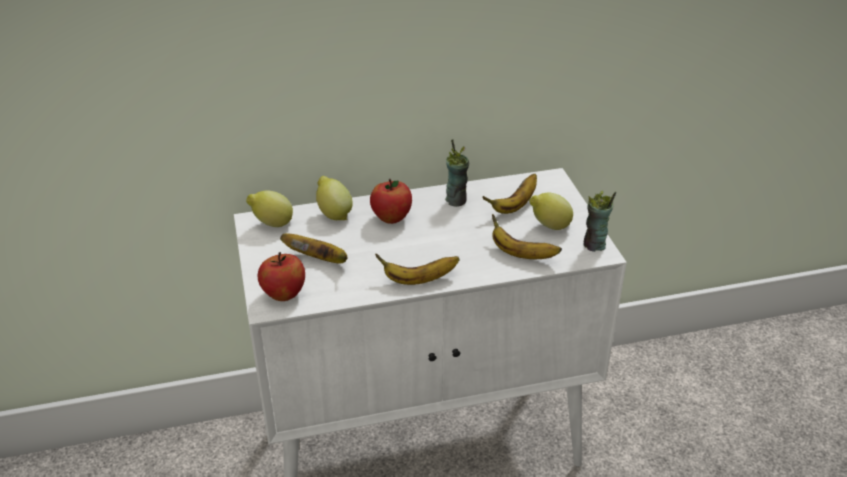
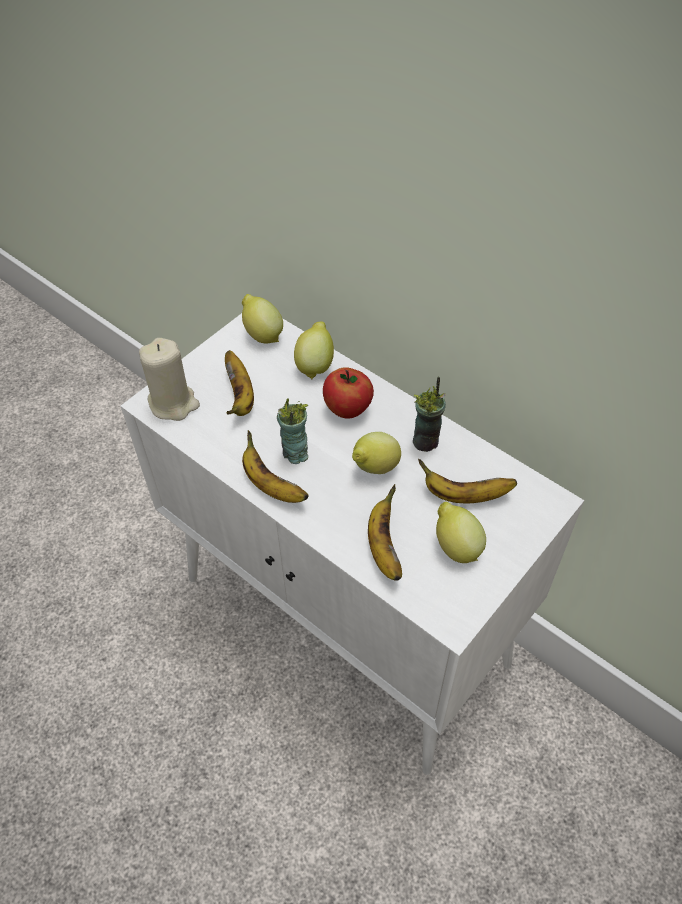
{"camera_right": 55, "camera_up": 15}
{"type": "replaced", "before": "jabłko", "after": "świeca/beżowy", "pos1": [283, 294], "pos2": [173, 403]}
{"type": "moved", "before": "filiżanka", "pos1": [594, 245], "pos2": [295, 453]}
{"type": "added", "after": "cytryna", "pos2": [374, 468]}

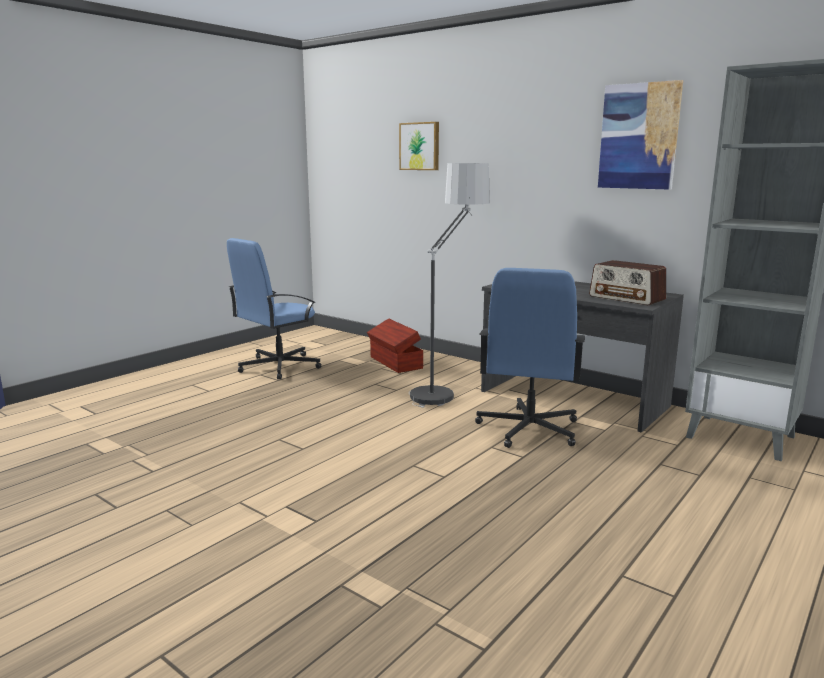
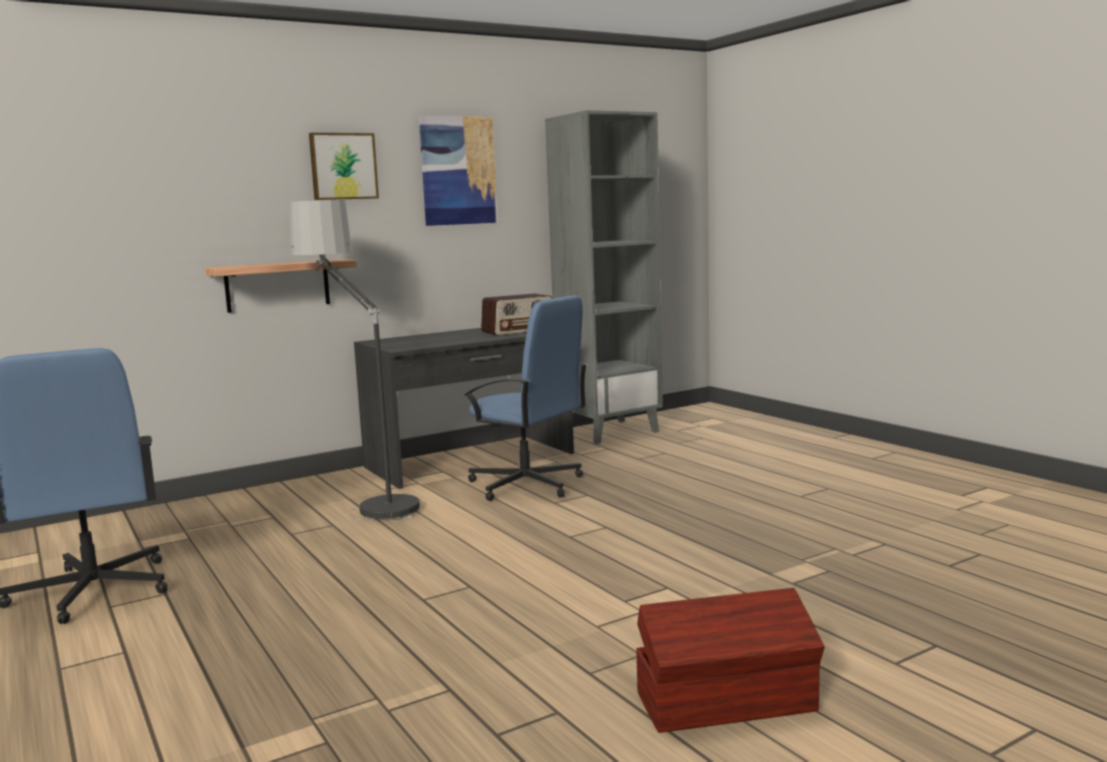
{"camera_right": -70, "camera_up": -5}
{"type": "added", "after": "półka", "pos2": [277, 285]}
{"type": "moved", "before": "obraz", "pos1": [420, 146], "pos2": [343, 166]}
{"type": "moved", "before": "pojemnik do przechowywania/brązowy", "pos1": [395, 363], "pos2": [728, 703]}

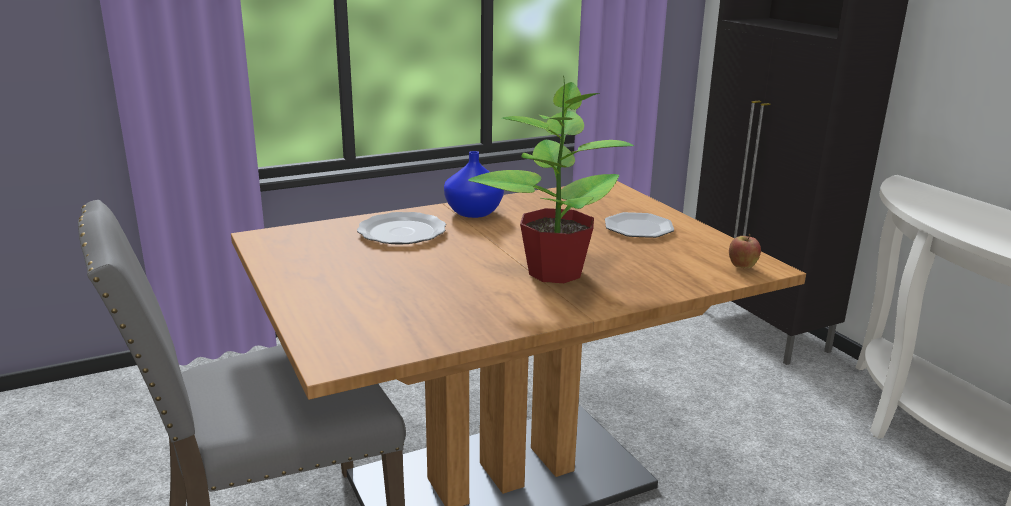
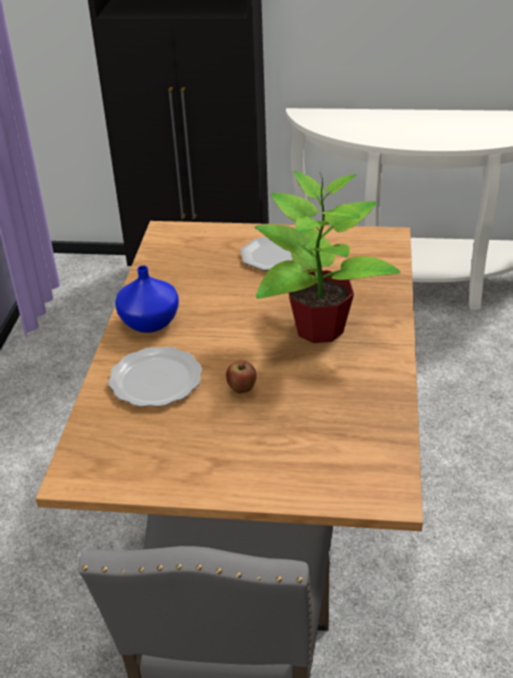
{"camera_right": -55, "camera_up": 15}
{"type": "moved", "before": "jabłko", "pos1": [742, 267], "pos2": [242, 390]}

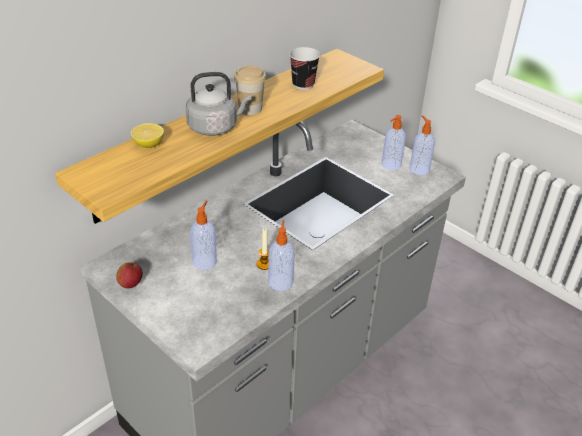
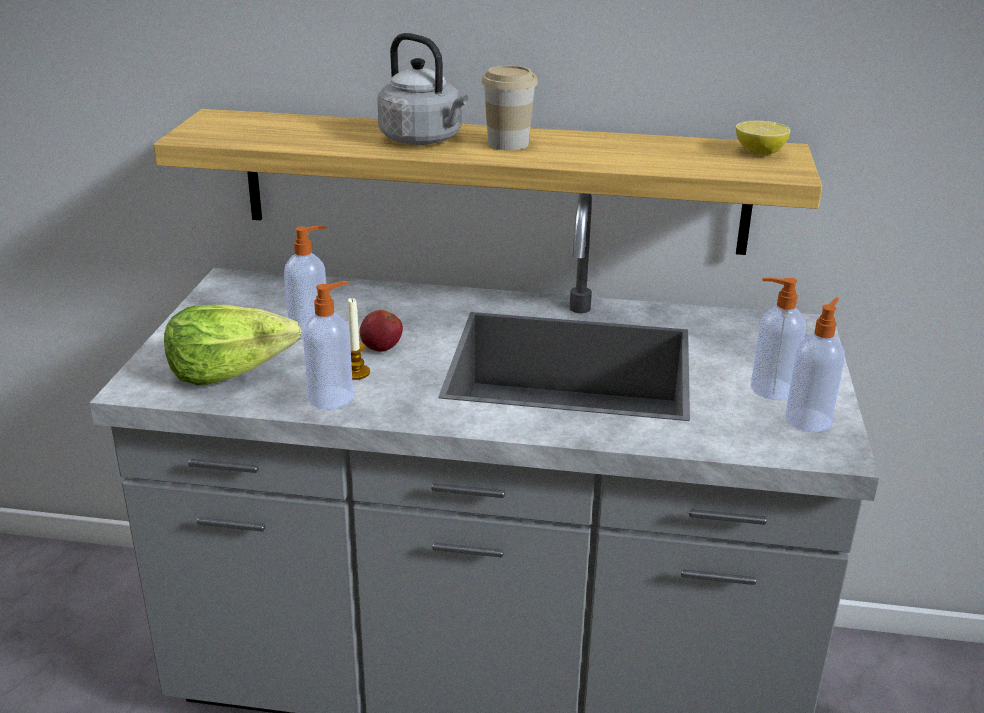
{"camera_right": 55, "camera_up": -10}
{"type": "added", "after": "sałata", "pos2": [229, 371]}
{"type": "moved", "before": "jabłko", "pos1": [131, 284], "pos2": [381, 348]}
{"type": "moved", "before": "cytryna", "pos1": [148, 145], "pos2": [759, 152]}
{"type": "removed", "before": "filiżanka", "pos1": [303, 84]}

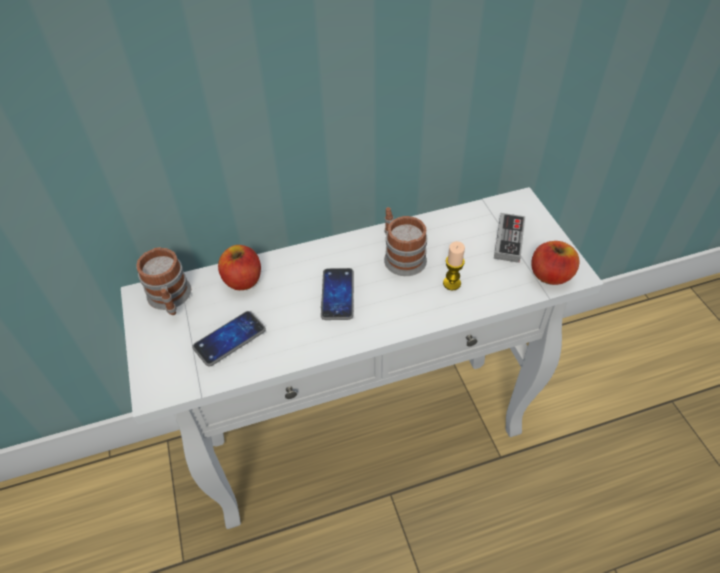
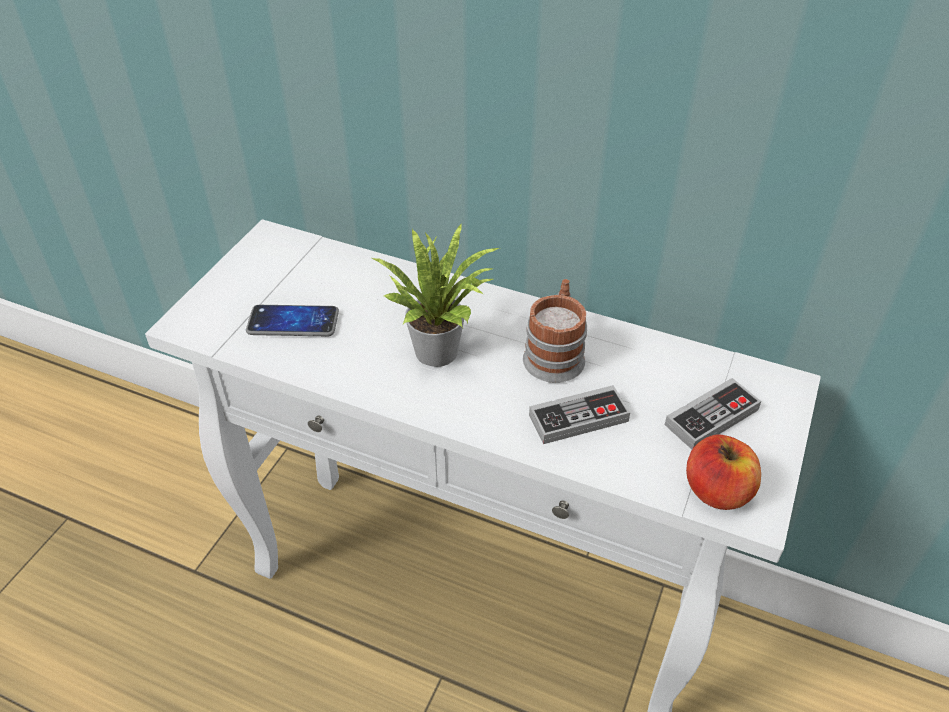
{"camera_right": 40, "camera_up": -5}
{"type": "replaced", "before": "telefon", "after": "roślina doniczkowa", "pos1": [337, 294], "pos2": [440, 348]}
{"type": "replaced", "before": "świeca", "after": "pad do gier", "pos1": [451, 283], "pos2": [578, 418]}
{"type": "removed", "before": "kubek", "pos1": [170, 299]}
{"type": "removed", "before": "jabłko", "pos1": [243, 280]}

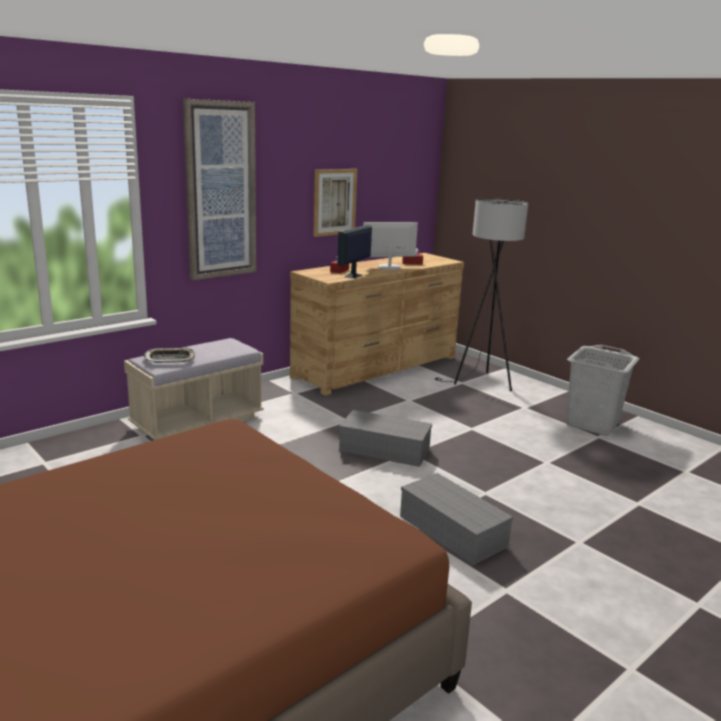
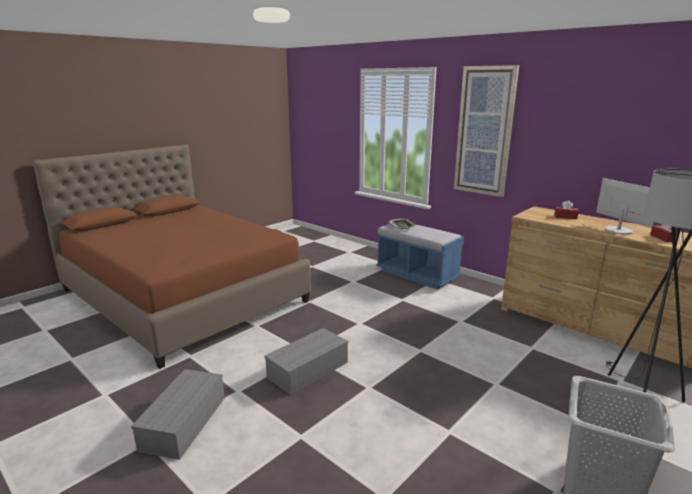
{"camera_right": 85, "camera_up": 0}
{"type": "moved", "before": "pojemnik do przechowywania/szary", "pos1": [386, 449], "pos2": [184, 424]}
{"type": "recoloured", "before": "ławka/beżowy", "after": "ławka/niebieski", "pos1": [197, 422], "pos2": [417, 275]}
{"type": "removed", "before": "obraz", "pos1": [334, 202]}
{"type": "removed", "before": "monitor", "pos1": [353, 276]}

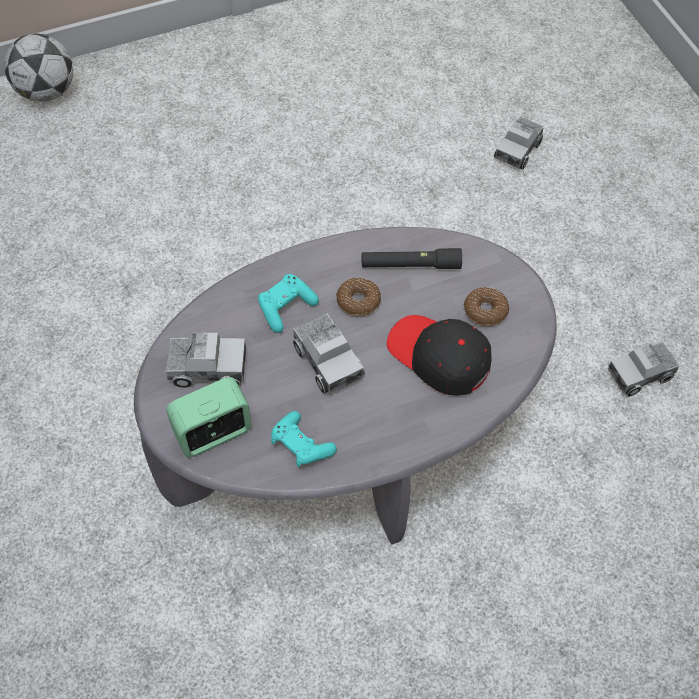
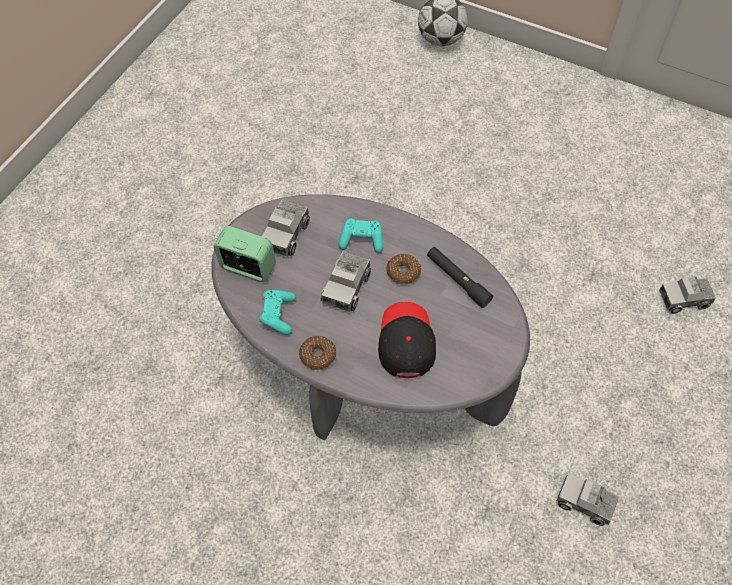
{"camera_right": 50, "camera_up": 0}
{"type": "turned", "before": "ciężarówka zabawkowa", "pos1": [208, 368], "pos2": [285, 234], "turn": 60}
{"type": "moved", "before": "donut", "pos1": [485, 311], "pos2": [318, 355]}

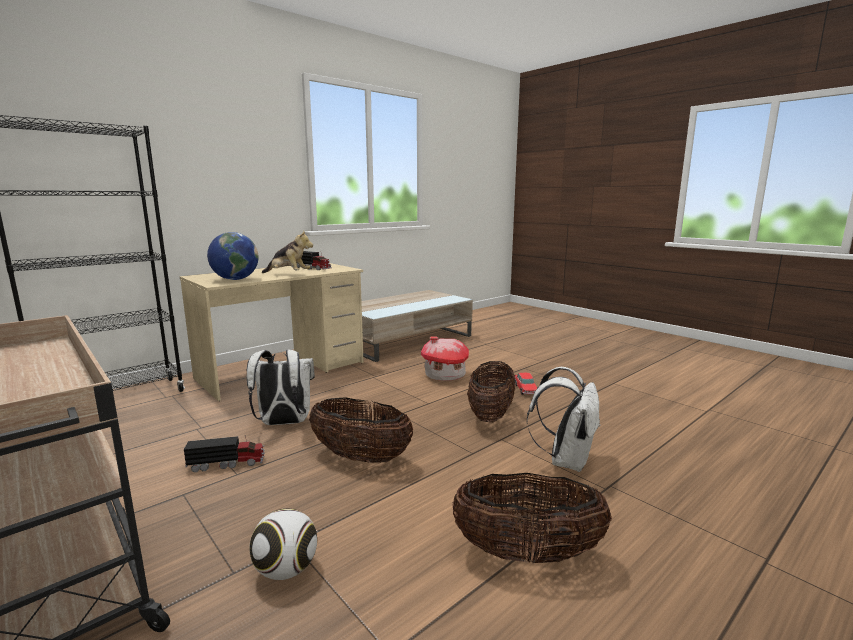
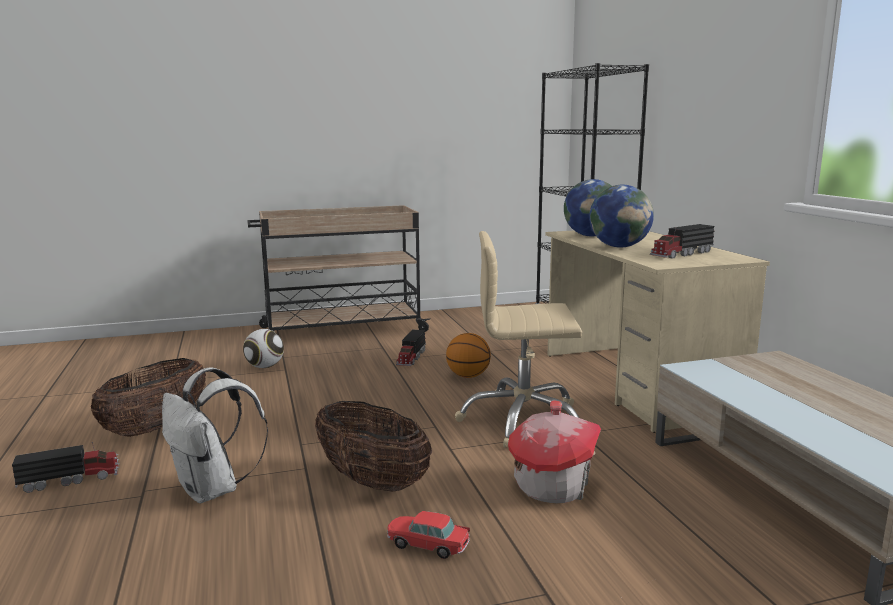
{"camera_right": 115, "camera_up": 0}
{"type": "added", "after": "ciężarówka zabawkowa", "pos2": [71, 479]}
{"type": "replaced", "before": "plecak/biały", "after": "piłka do koszykówki", "pos1": [283, 423], "pos2": [468, 376]}
{"type": "added", "after": "krzesło biurowe/beżowy", "pos2": [522, 420]}
{"type": "replaced", "before": "pluszak", "after": "globus", "pos1": [288, 274], "pos2": [619, 246]}
{"type": "removed", "before": "koszyk", "pos1": [361, 457]}

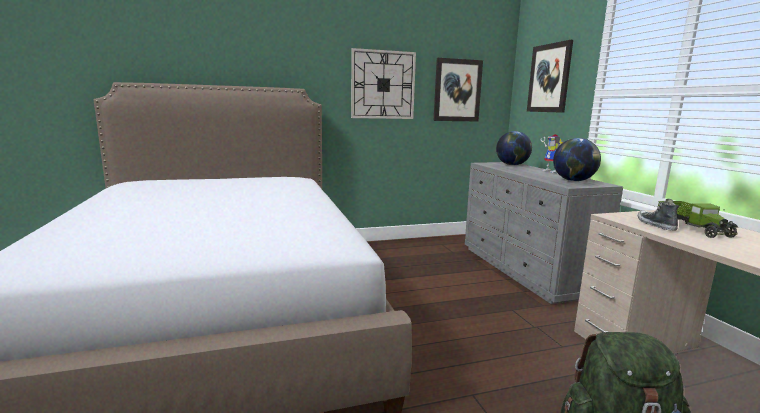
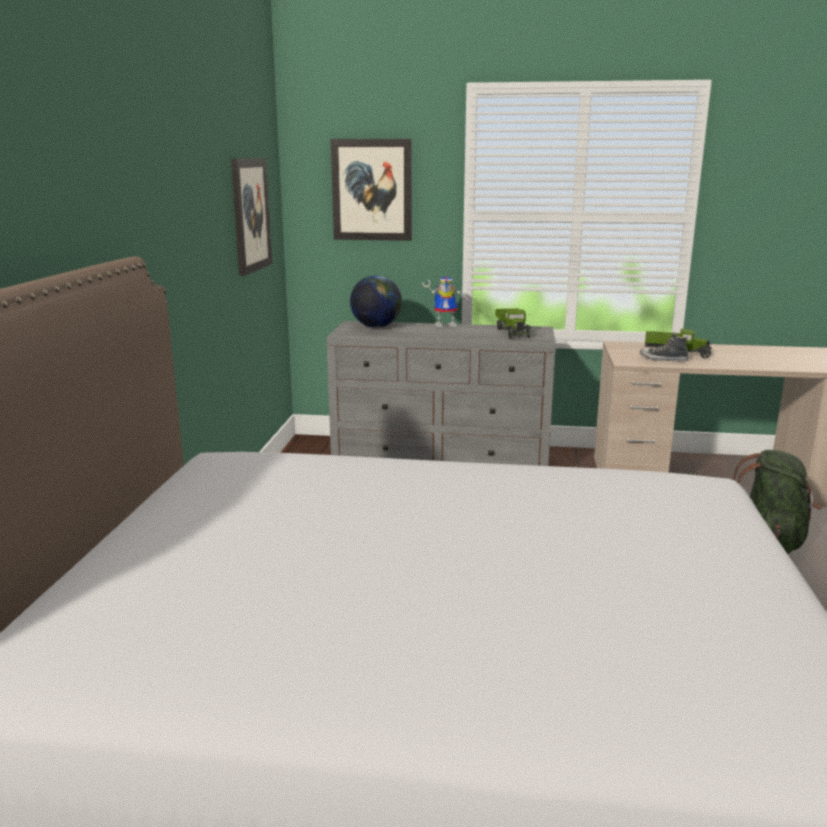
{"camera_right": -65, "camera_up": 5}
{"type": "replaced", "before": "globus", "after": "ciężarówka zabawkowa", "pos1": [574, 180], "pos2": [513, 332]}
{"type": "removed", "before": "zegar ścienny", "pos1": [383, 85]}

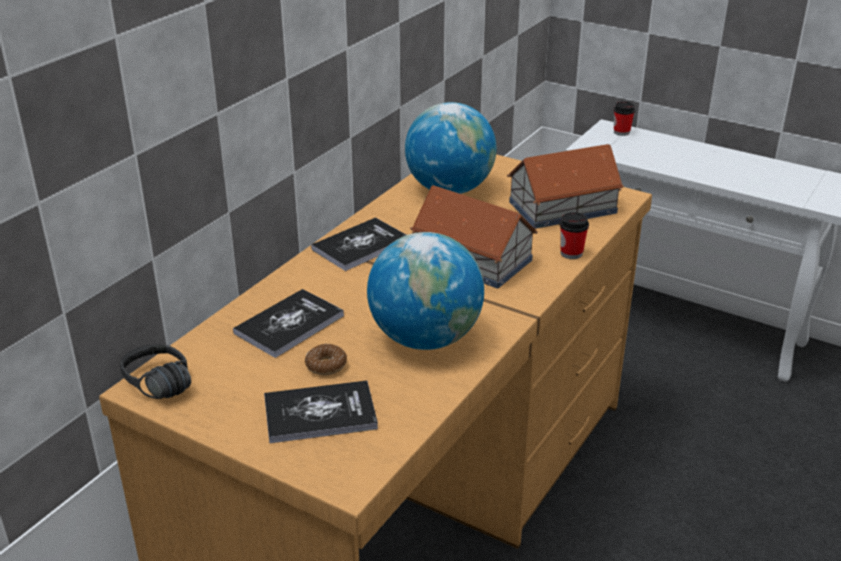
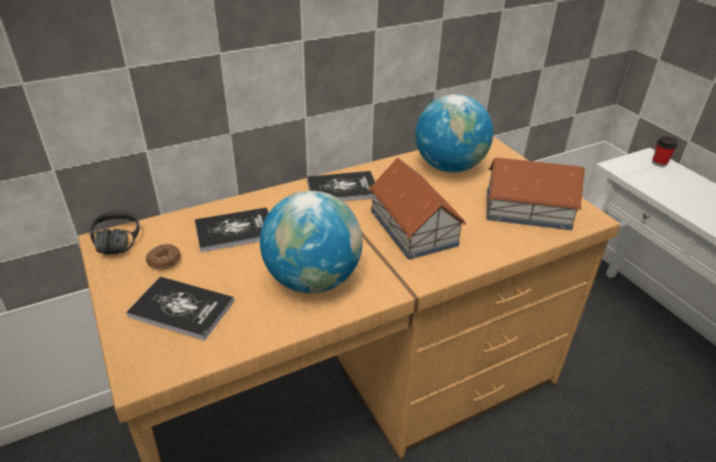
{"camera_right": 30, "camera_up": 5}
{"type": "moved", "before": "donut", "pos1": [326, 365], "pos2": [164, 261]}
{"type": "removed", "before": "filiżanka", "pos1": [571, 253]}

